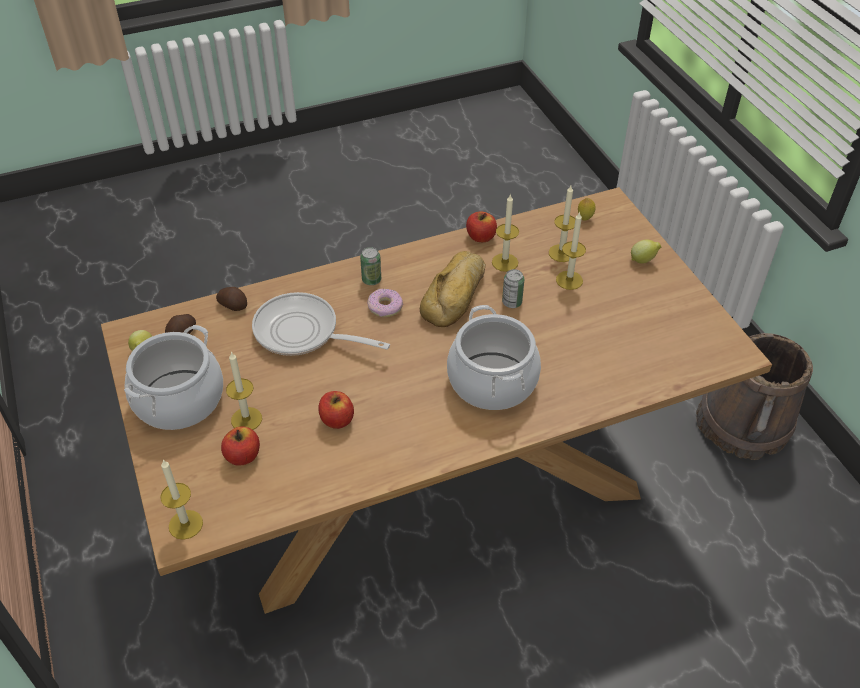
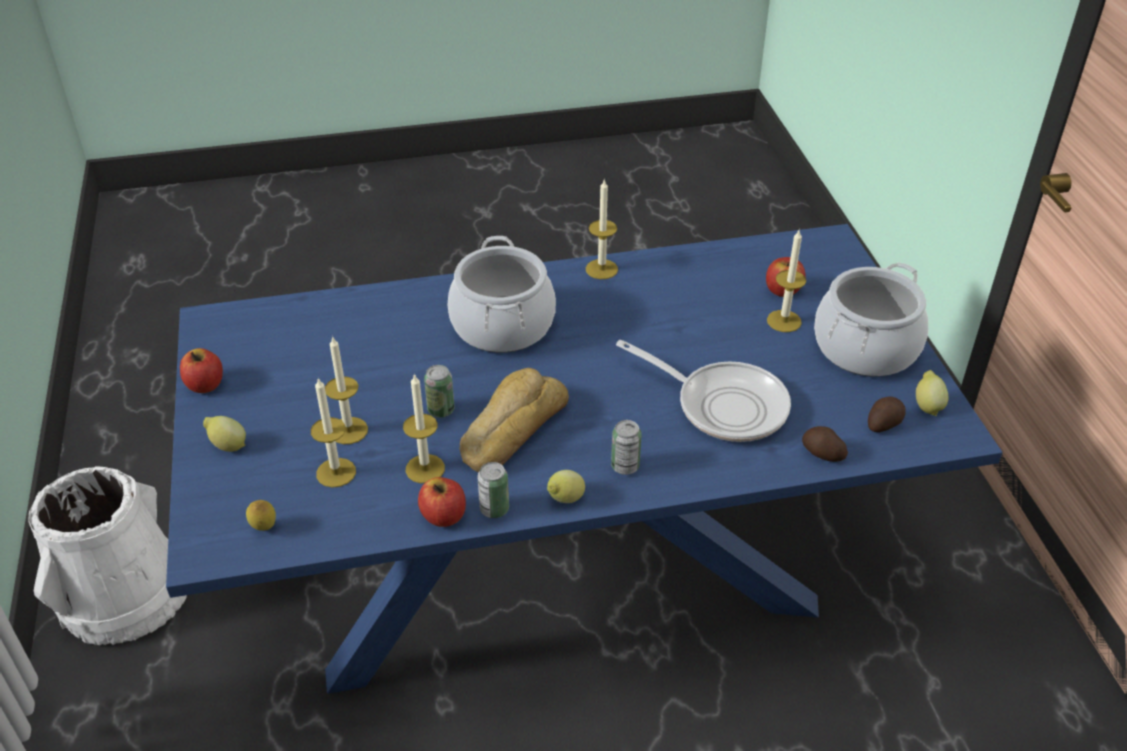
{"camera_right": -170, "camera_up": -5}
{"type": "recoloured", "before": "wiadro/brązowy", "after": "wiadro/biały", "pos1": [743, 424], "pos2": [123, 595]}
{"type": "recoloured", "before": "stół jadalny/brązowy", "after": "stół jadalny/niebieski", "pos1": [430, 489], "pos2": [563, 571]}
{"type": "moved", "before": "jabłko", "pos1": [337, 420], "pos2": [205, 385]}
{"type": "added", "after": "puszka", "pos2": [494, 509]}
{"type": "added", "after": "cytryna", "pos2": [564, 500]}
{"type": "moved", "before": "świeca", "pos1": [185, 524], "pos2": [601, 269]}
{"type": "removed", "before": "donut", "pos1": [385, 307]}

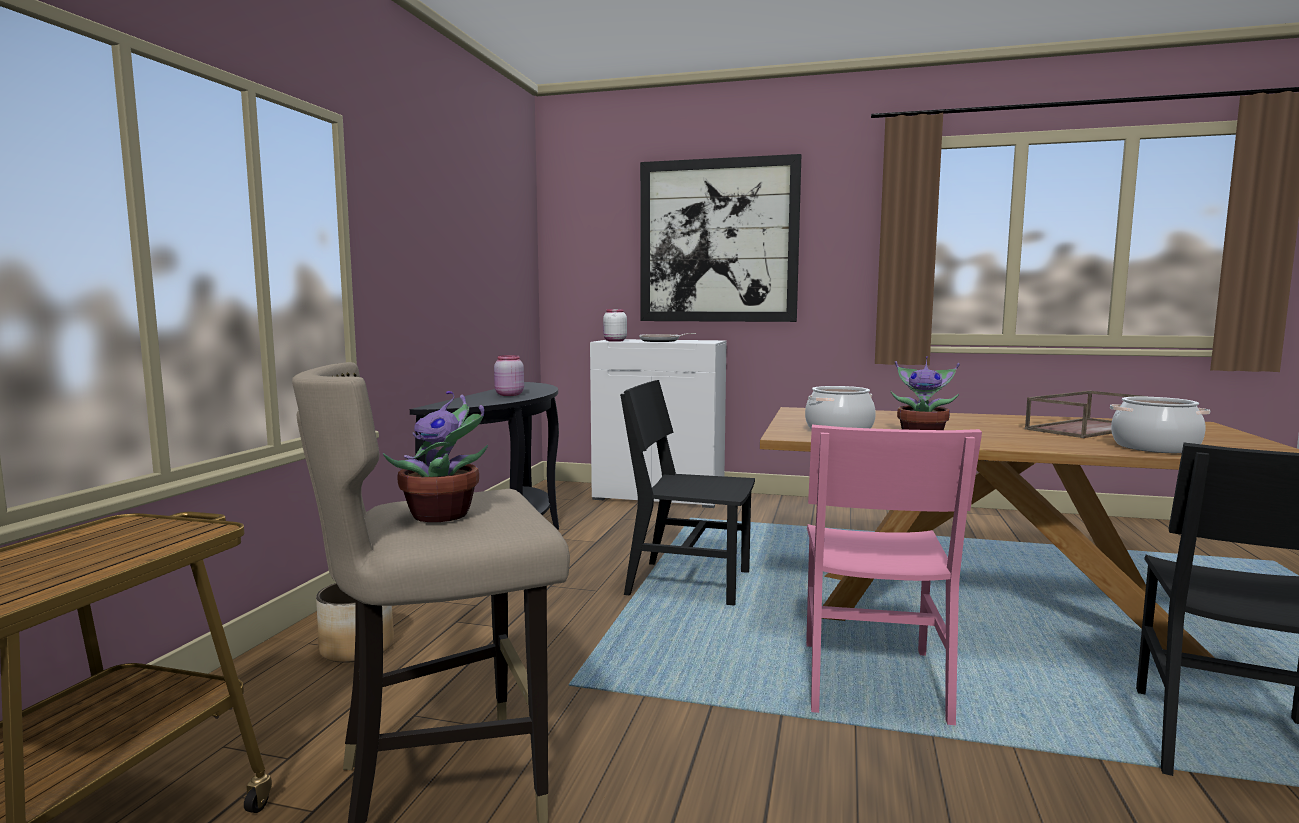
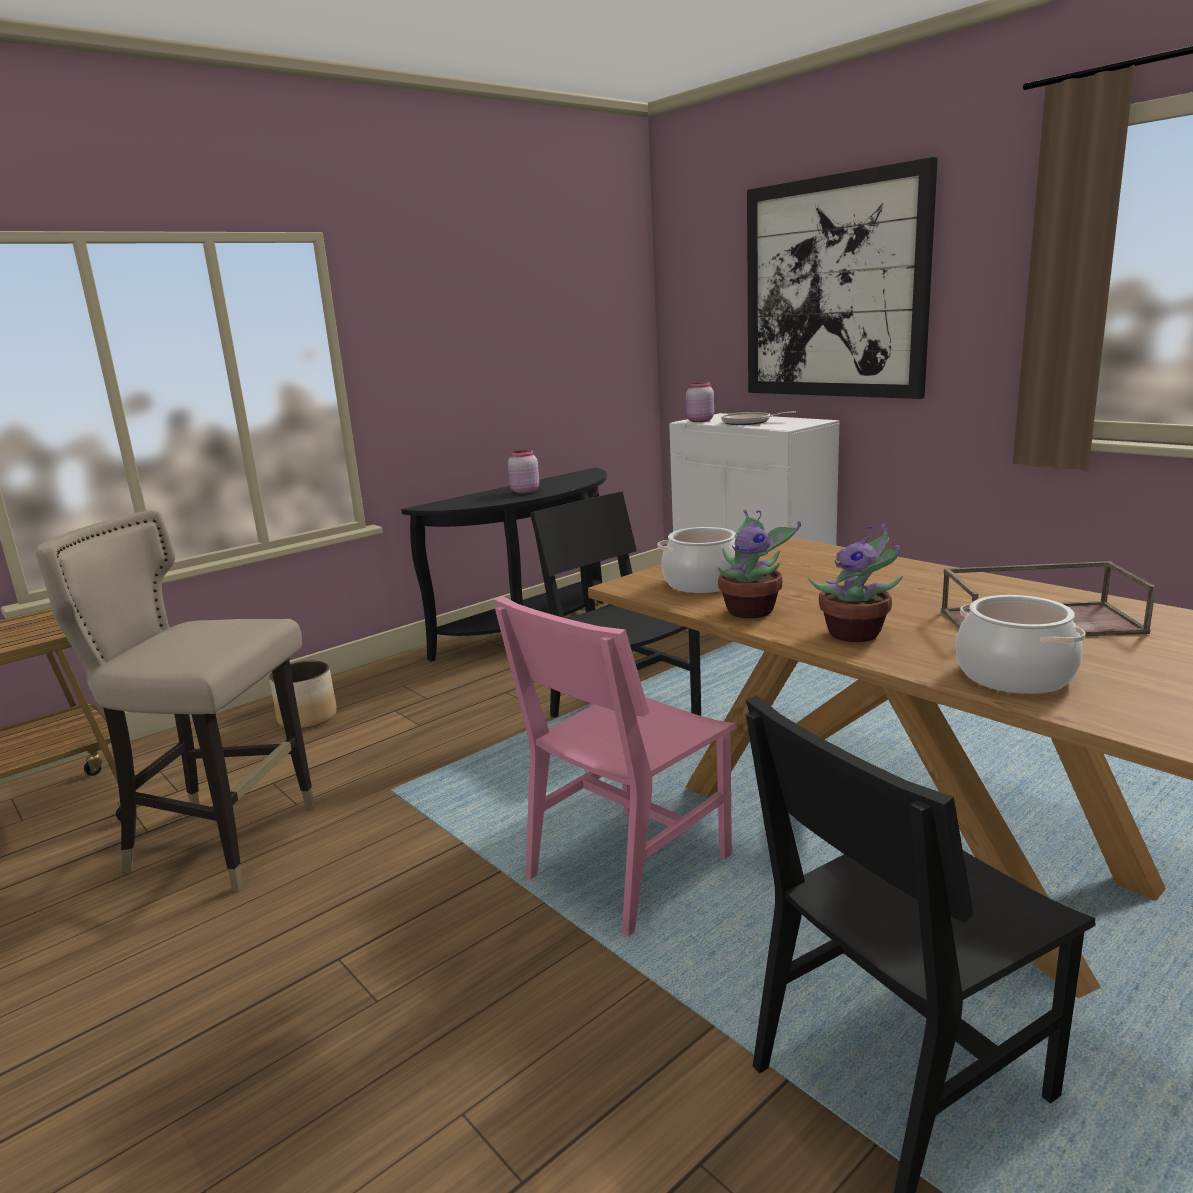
{"camera_right": 35, "camera_up": 10}
{"type": "recoloured", "before": "słoik/biały", "after": "słoik/różowy", "pos1": [614, 341], "pos2": [699, 421]}
{"type": "moved", "before": "roślina doniczkowa", "pos1": [444, 515], "pos2": [857, 634]}

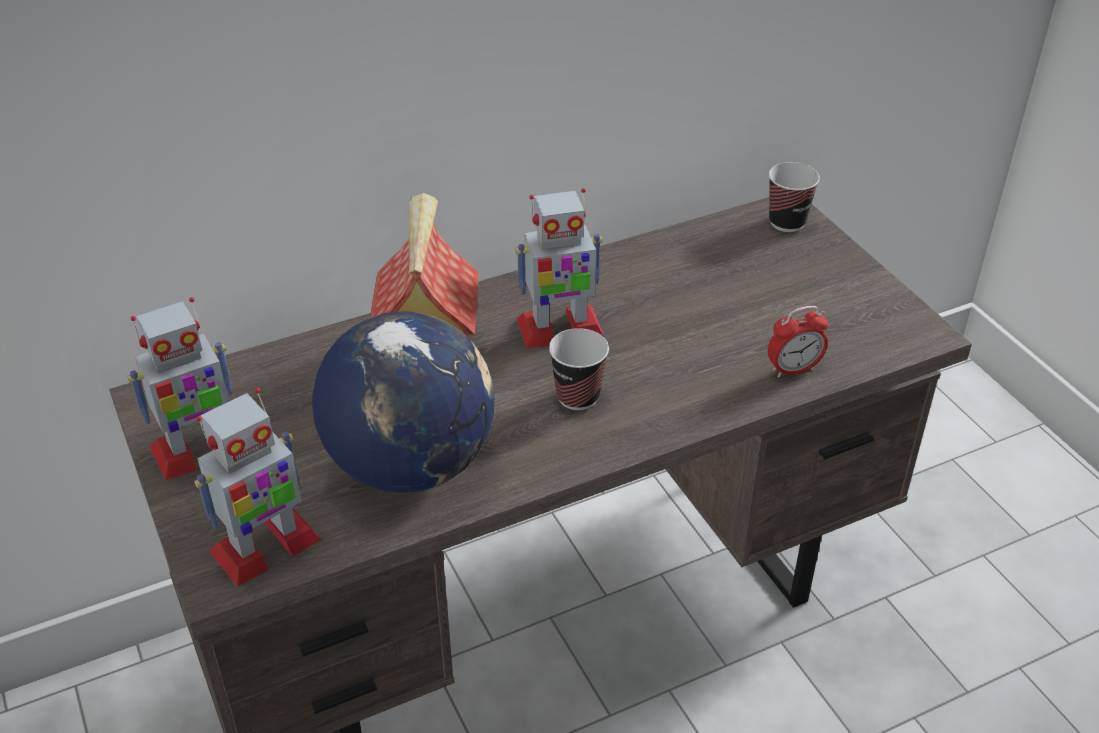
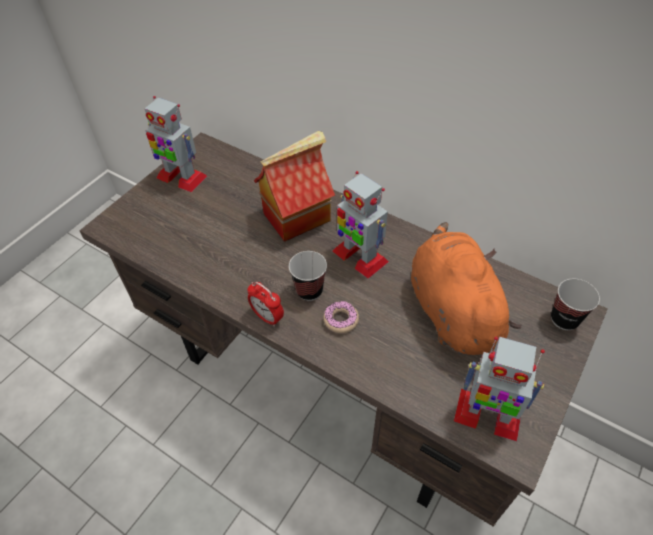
{"camera_right": 60, "camera_up": 10}
{"type": "moved", "before": "budzik", "pos1": [793, 369], "pos2": [267, 317]}
{"type": "added", "after": "donut", "pos2": [341, 320]}
{"type": "added", "after": "pluszak/pomarańczowy", "pos2": [451, 309]}
{"type": "moved", "before": "robot zabawkowy", "pos1": [265, 547], "pos2": [487, 414]}
{"type": "removed", "before": "globus", "pos1": [410, 464]}

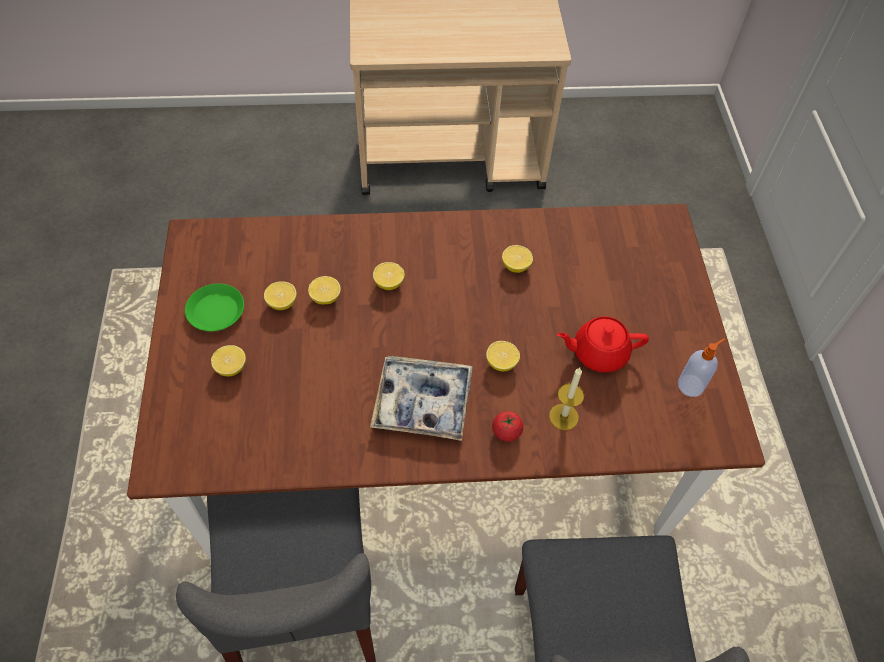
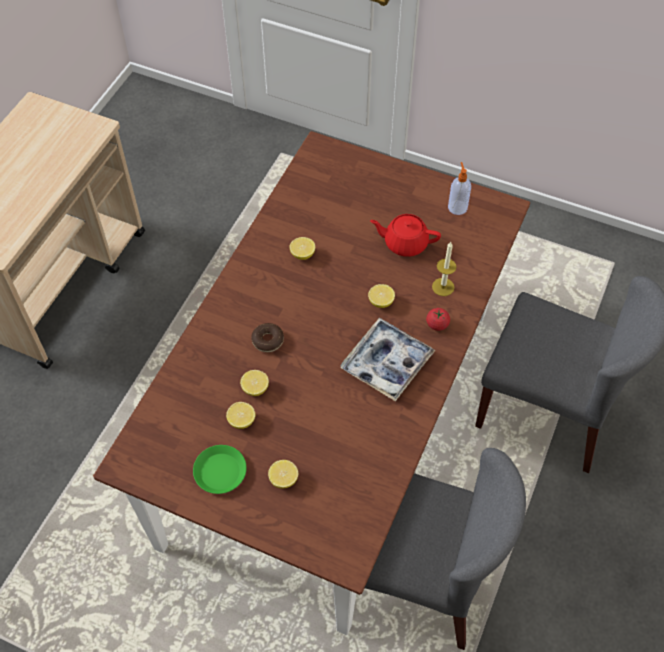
{"camera_right": -60, "camera_up": 0}
{"type": "replaced", "before": "cytryna", "after": "donut", "pos1": [389, 283], "pos2": [268, 340]}
{"type": "turned", "before": "imbryk/czerwony", "pos1": [598, 353], "pos2": [404, 243], "turn": 75}

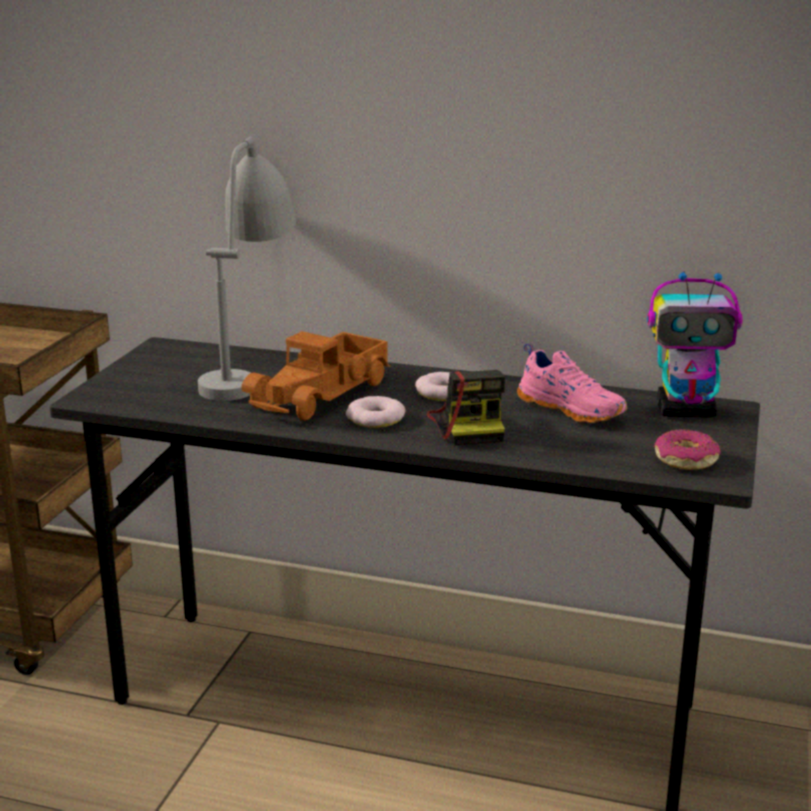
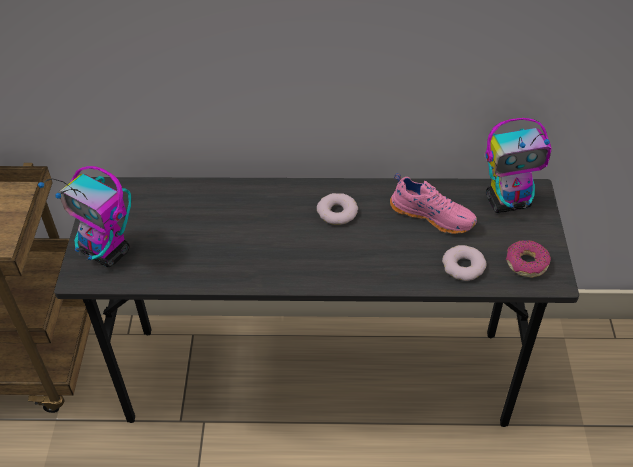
{"camera_right": -15, "camera_up": 25}
{"type": "added", "after": "robot zabawkowy", "pos2": [107, 252]}
{"type": "moved", "before": "donut", "pos1": [375, 418], "pos2": [463, 266]}
{"type": "removed", "before": "lampa stołowa/szary", "pos1": [250, 368]}
{"type": "removed", "before": "ciężarówka zabawkowa", "pos1": [322, 394]}
{"type": "removed", "before": "aparat fotograficzny", "pos1": [469, 426]}

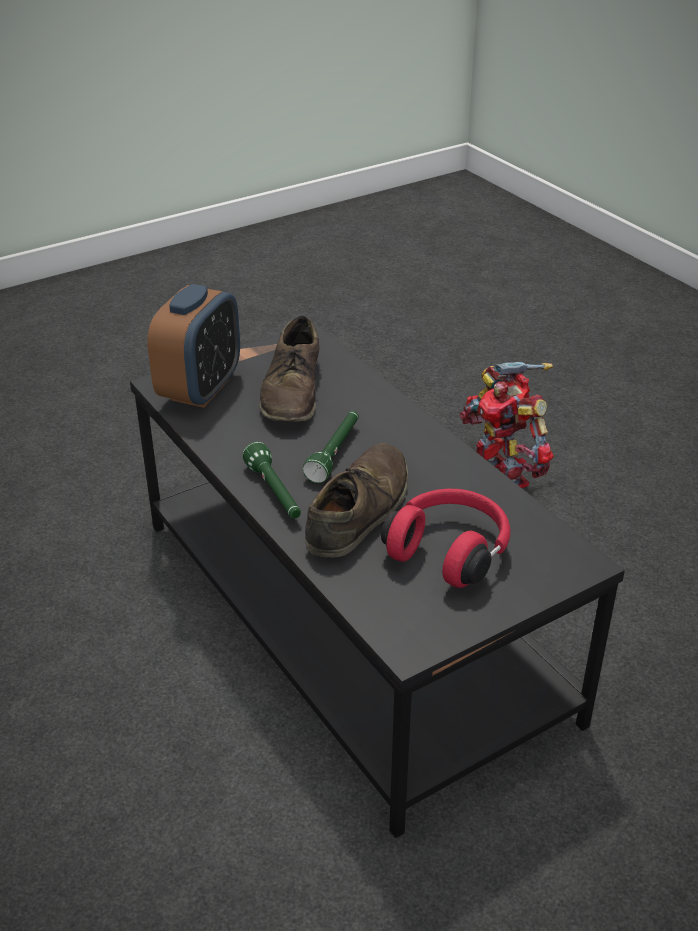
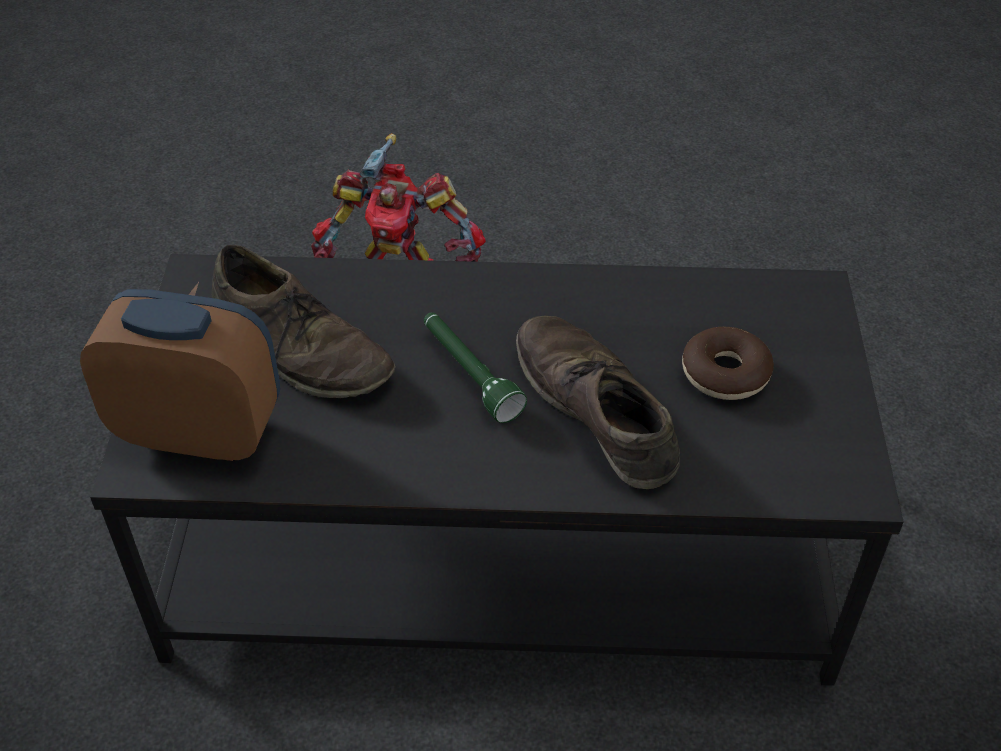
{"camera_right": -55, "camera_up": 10}
{"type": "turned", "before": "budzik", "pos1": [200, 389], "pos2": [199, 432], "turn": -45}
{"type": "replaced", "before": "słuchawki/czerwony", "after": "donut", "pos1": [450, 550], "pos2": [725, 374]}
{"type": "removed", "before": "latarka/zielony", "pos1": [275, 493]}

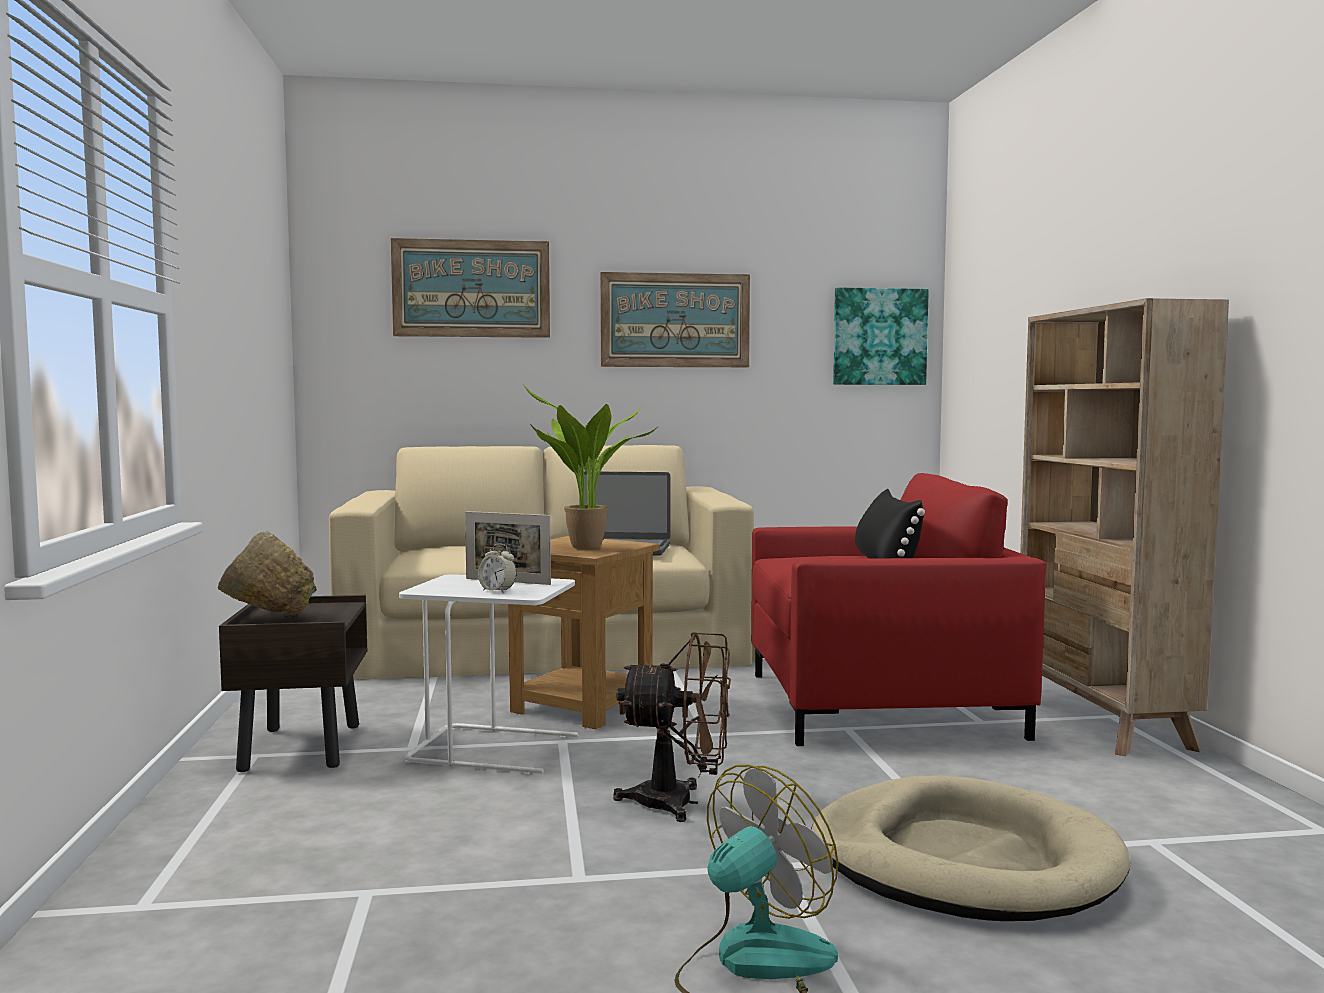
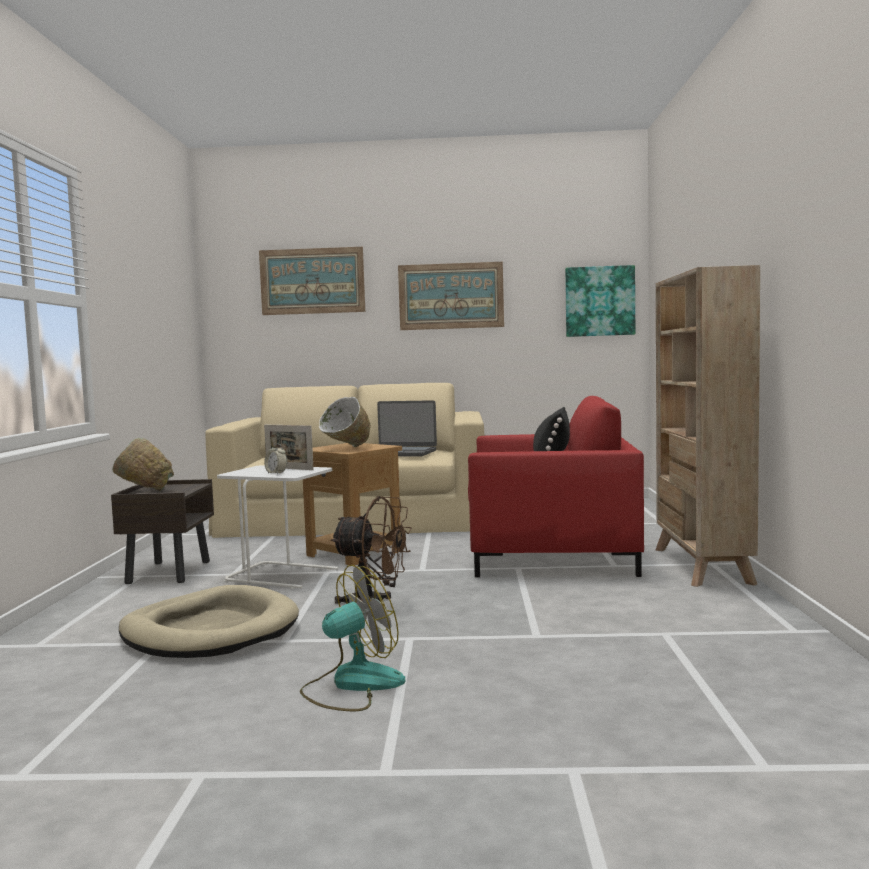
{"camera_right": 10, "camera_up": 0}
{"type": "moved", "before": "legowisko/beżowy", "pos1": [963, 860], "pos2": [210, 631]}
{"type": "replaced", "before": "roślina doniczkowa", "after": "miska/biały", "pos1": [584, 548], "pos2": [348, 449]}

